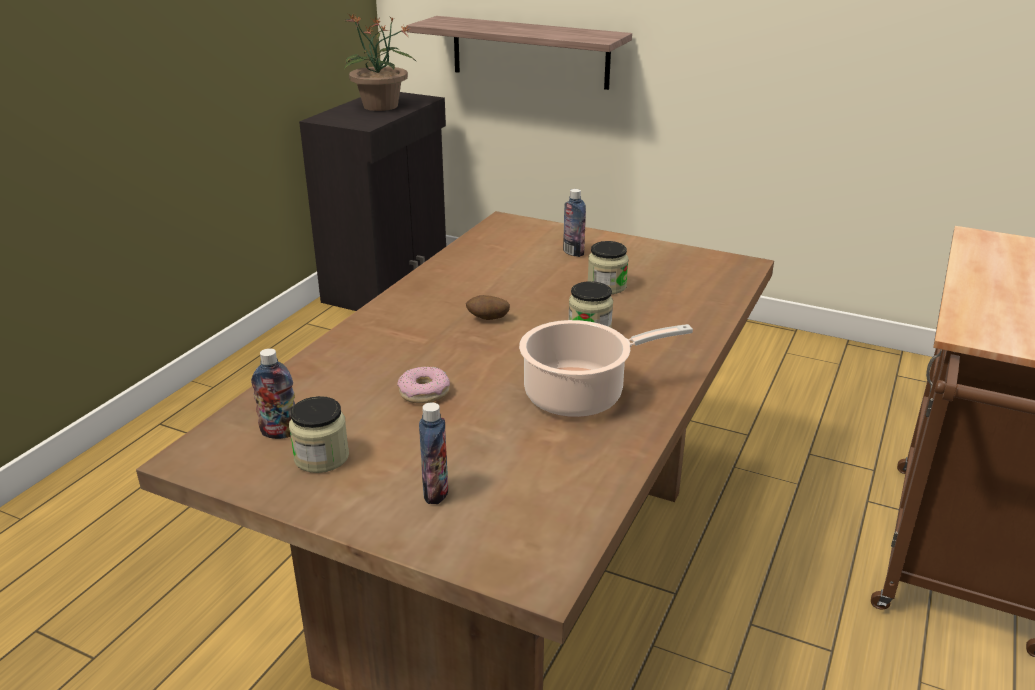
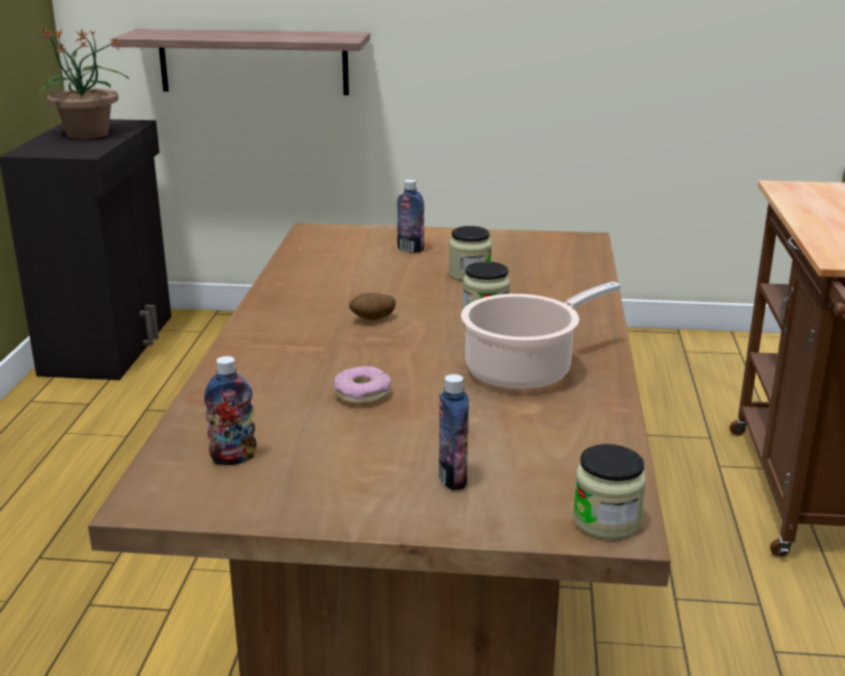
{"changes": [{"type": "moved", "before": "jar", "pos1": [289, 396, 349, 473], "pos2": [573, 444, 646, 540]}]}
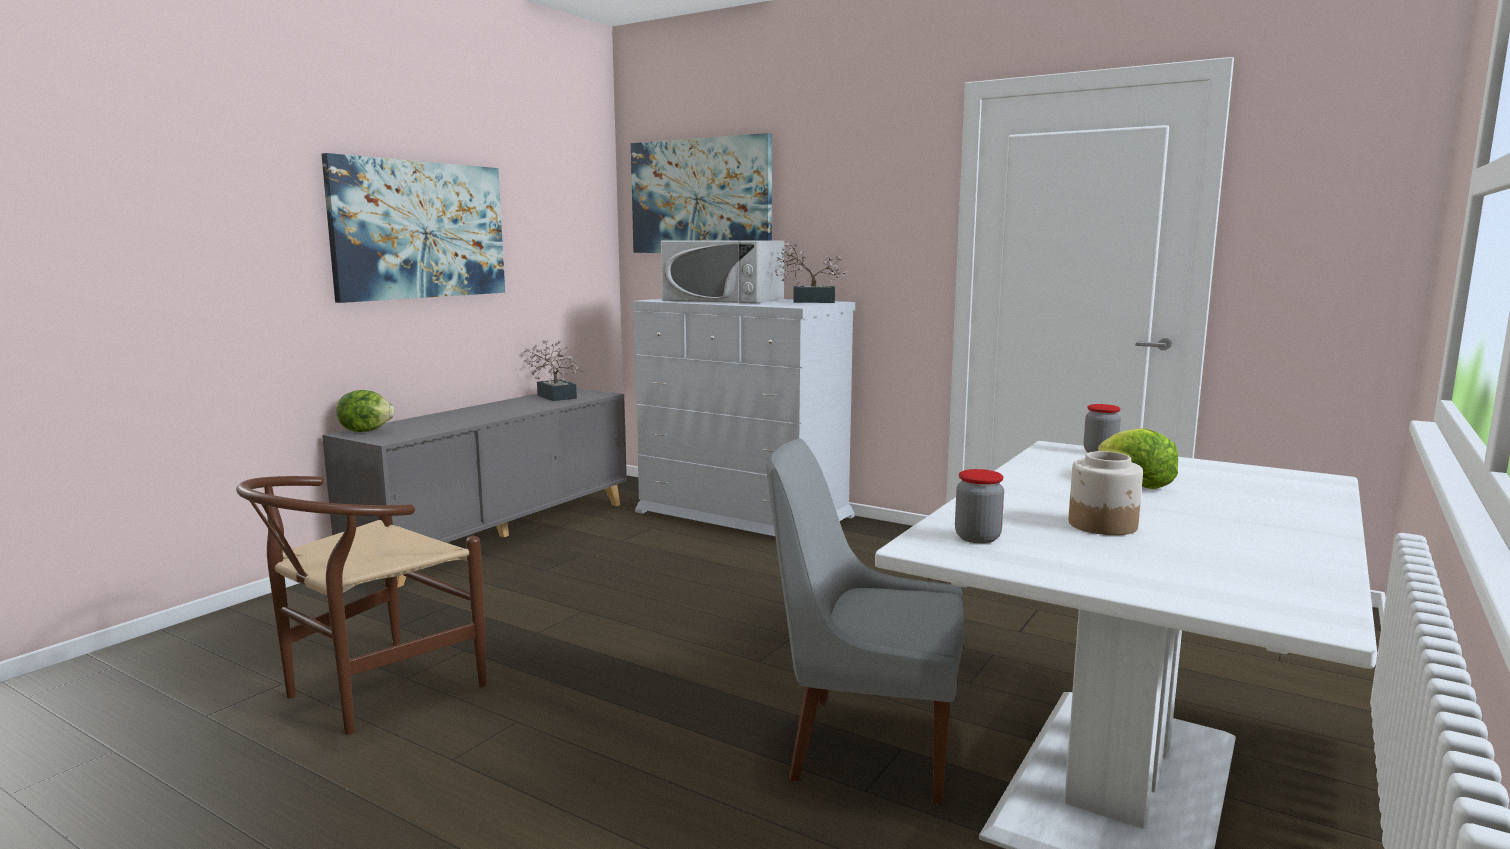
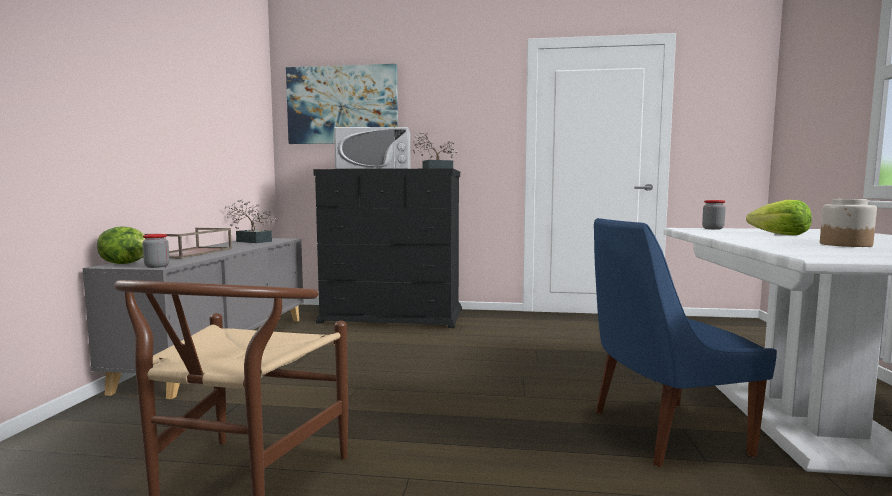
{"changes": [{"type": "removed", "before": "picture", "pos1": [321, 153, 505, 303]}, {"type": "recoloured", "before": "dresser in white", "after": "dresser in black", "pos1": [632, 299, 855, 536], "pos2": [313, 168, 462, 328]}, {"type": "recoloured", "before": "chair in grey", "after": "chair in blue", "pos1": [766, 439, 964, 805], "pos2": [594, 218, 777, 468]}, {"type": "moved", "before": "jar", "pos1": [955, 469, 1004, 544], "pos2": [142, 234, 169, 268]}, {"type": "added", "after": "tray in brown", "pos2": [145, 228, 232, 259]}]}
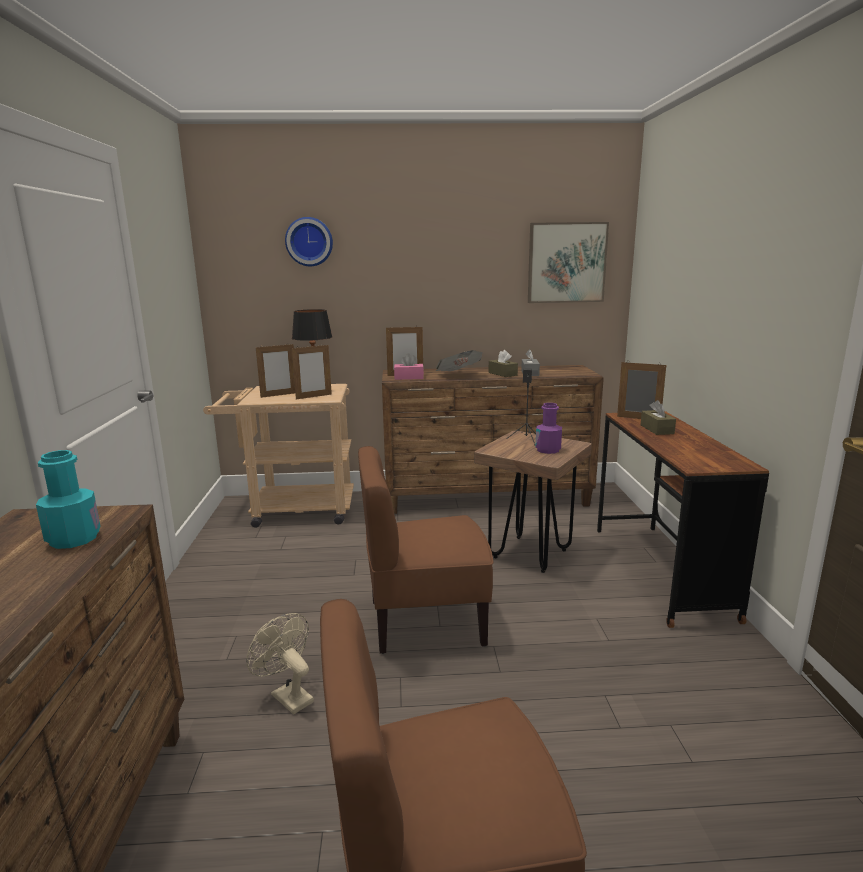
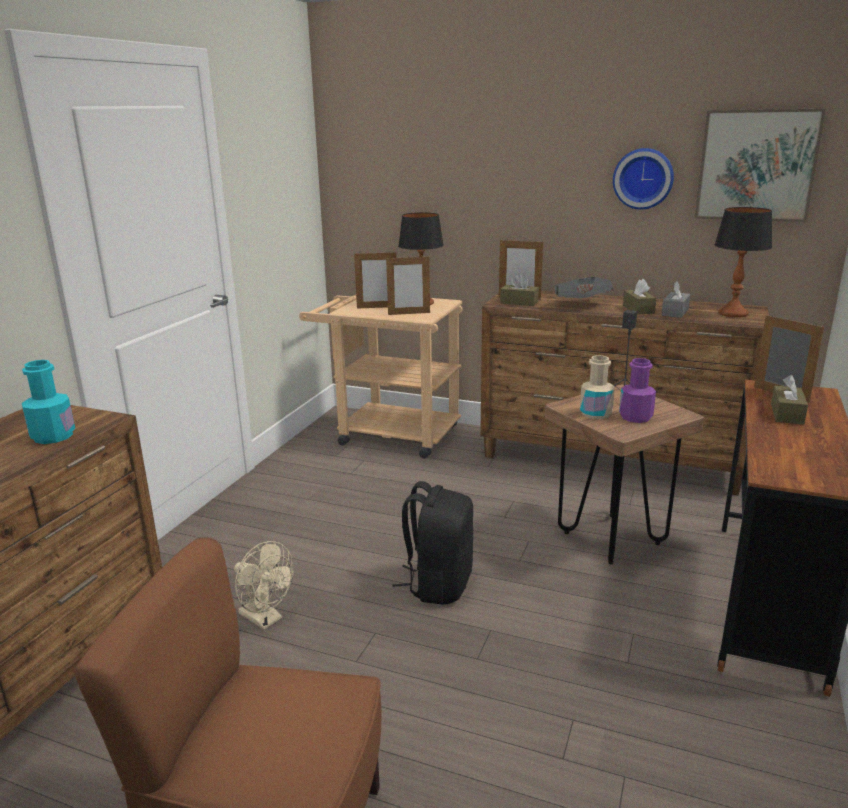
{"changes": [{"type": "moved", "before": "wall clock", "pos1": [285, 217, 333, 266], "pos2": [613, 148, 674, 210]}, {"type": "recoloured", "before": "tissue box in pink", "after": "tissue box in brown", "pos1": [394, 353, 424, 380], "pos2": [500, 273, 539, 306]}, {"type": "replaced", "before": "chair in brown", "after": "backpack in black", "pos1": [358, 446, 493, 654], "pos2": [393, 481, 474, 605]}, {"type": "turned", "before": "fan in beige", "pos1": [246, 613, 314, 714], "pos2": [234, 541, 294, 630], "turn": 150}, {"type": "added", "after": "table lamp", "pos2": [714, 207, 772, 317]}, {"type": "added", "after": "bottle in beige", "pos2": [580, 355, 615, 419]}]}
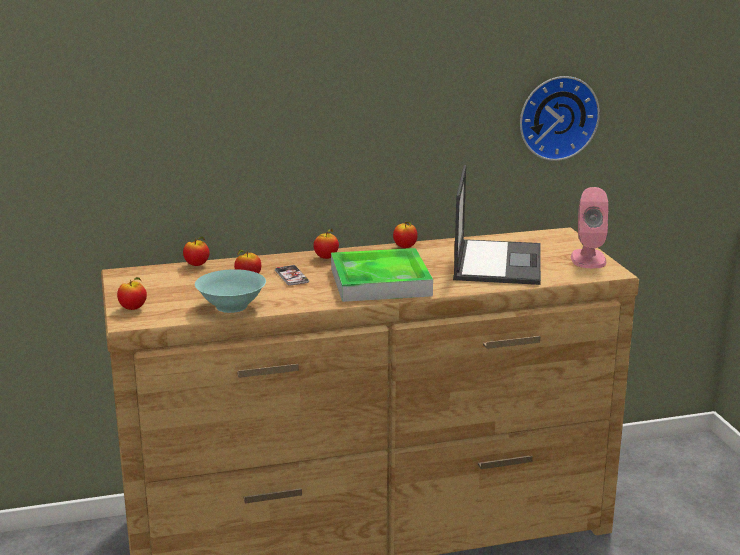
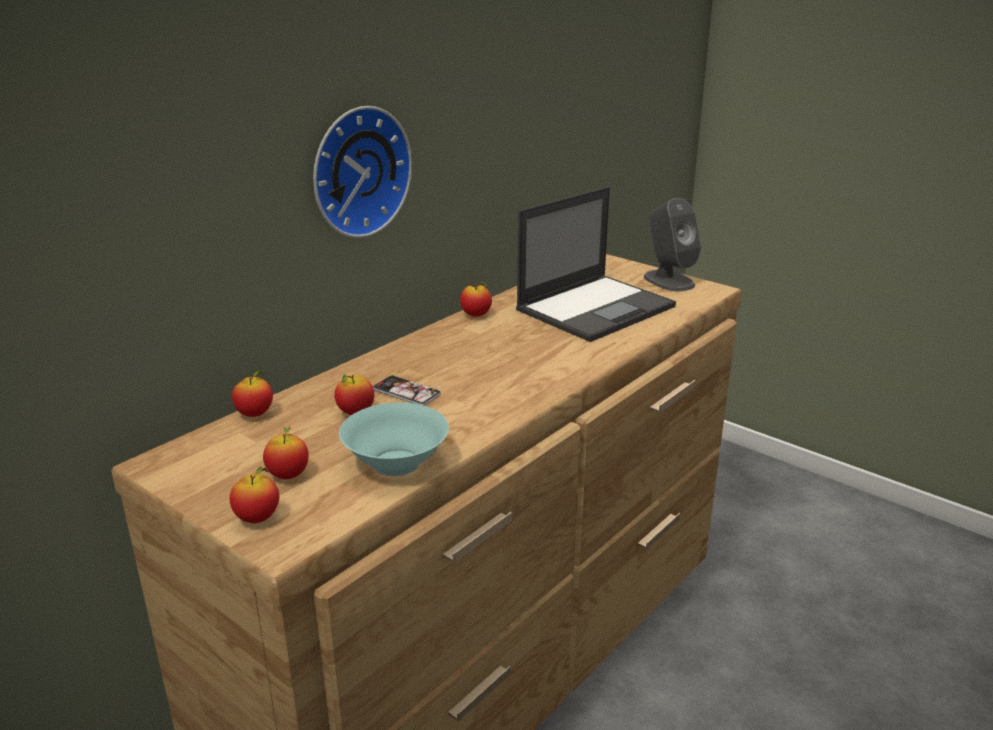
{"changes": [{"type": "moved", "before": "wall clock", "pos1": [520, 76, 600, 161], "pos2": [313, 106, 412, 238]}, {"type": "turned", "before": "laptop", "pos1": [453, 165, 541, 285], "pos2": [516, 187, 676, 342], "turn": 75}, {"type": "recoloured", "before": "speaker in pink", "after": "speaker in grey", "pos1": [571, 187, 609, 268], "pos2": [644, 198, 701, 291]}, {"type": "moved", "before": "apple", "pos1": [313, 229, 339, 259], "pos2": [263, 426, 309, 479]}, {"type": "removed", "before": "tray", "pos1": [331, 248, 433, 302]}]}
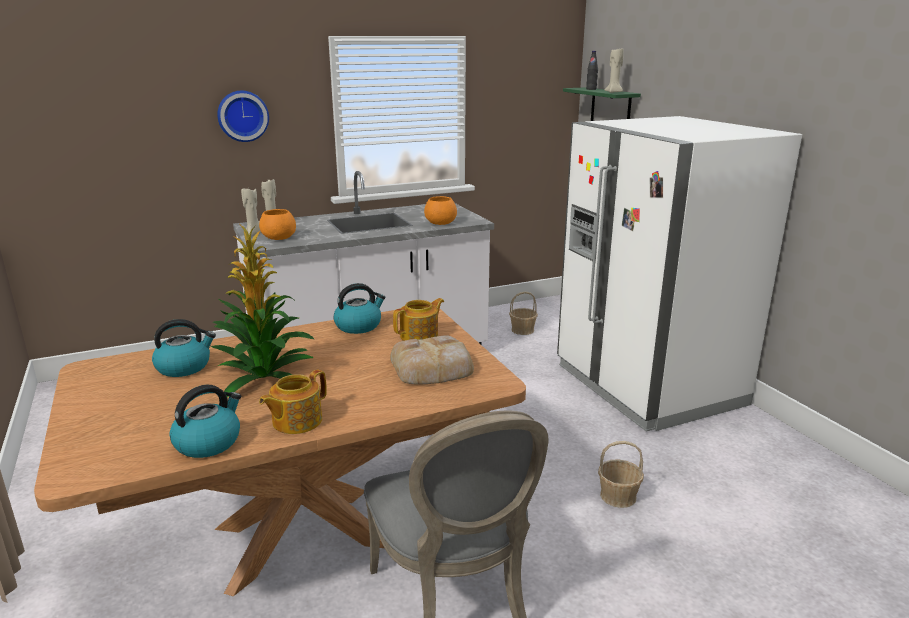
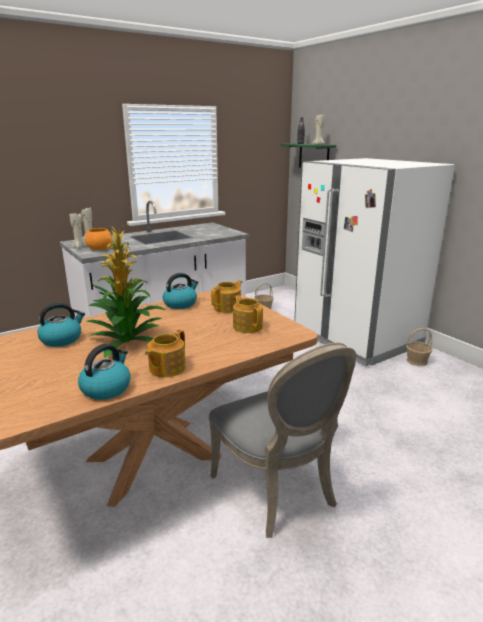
{"changes": [{"type": "removed", "before": "wall clock", "pos1": [217, 91, 269, 142]}, {"type": "removed", "before": "bowl in orange", "pos1": [424, 196, 457, 225]}, {"type": "replaced", "before": "bread", "after": "teapot", "pos1": [390, 335, 474, 384], "pos2": [233, 295, 263, 333]}, {"type": "moved", "before": "basket", "pos1": [598, 441, 644, 508], "pos2": [406, 328, 433, 366]}]}
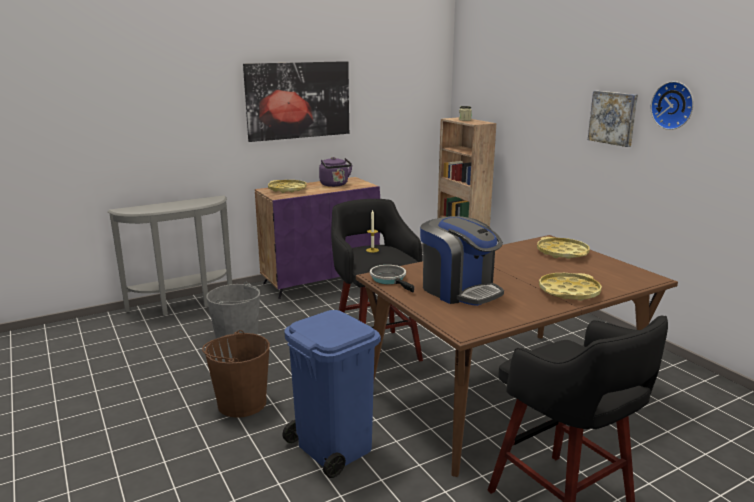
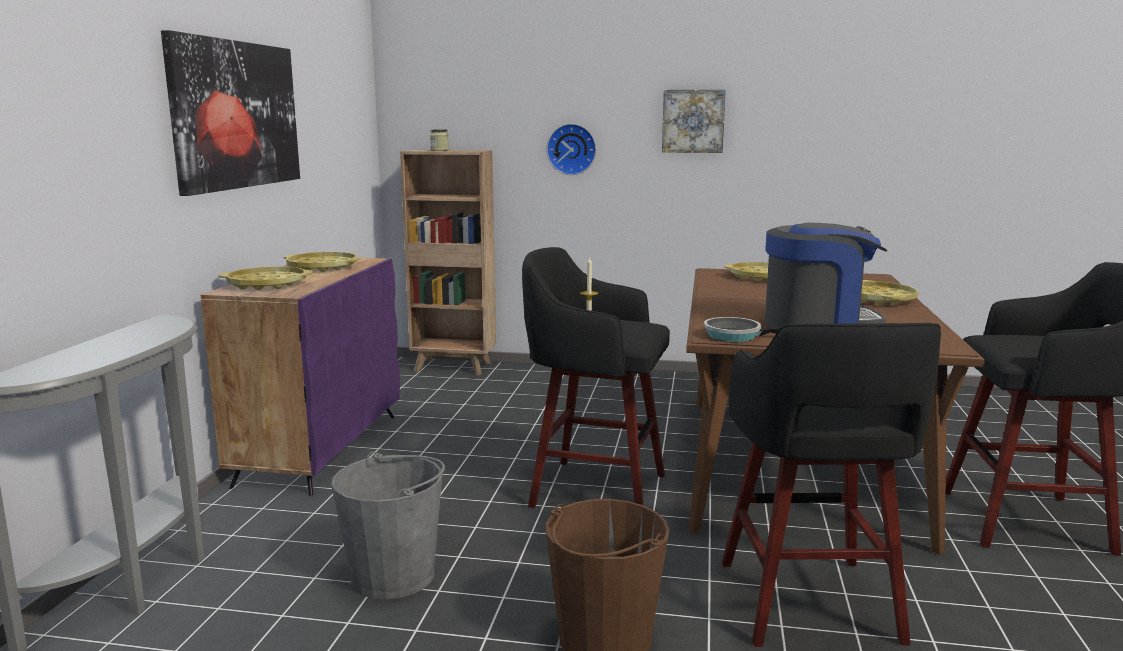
{"changes": [{"type": "moved", "before": "wall clock", "pos1": [651, 81, 694, 130], "pos2": [546, 124, 596, 175]}, {"type": "replaced", "before": "kettle in purple", "after": "tray in yellow", "pos1": [319, 157, 353, 187], "pos2": [284, 252, 360, 272]}, {"type": "replaced", "before": "trash can in blue", "after": "stool in black", "pos1": [282, 310, 381, 478], "pos2": [722, 323, 941, 647]}]}
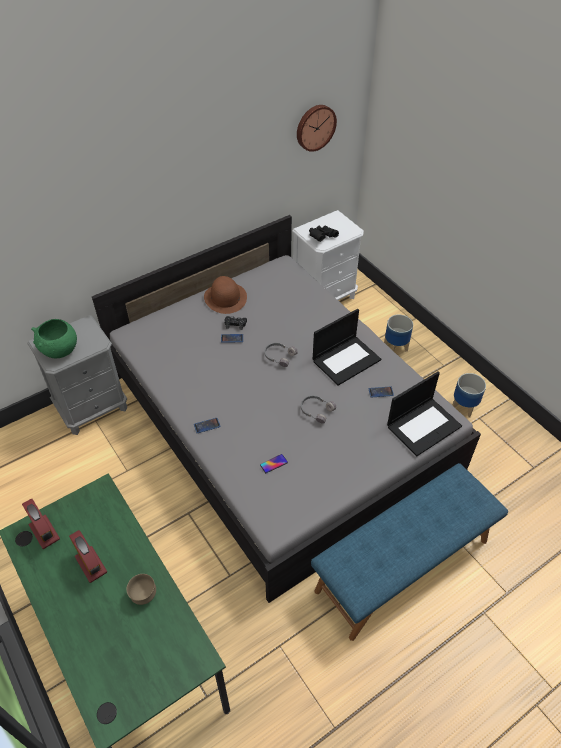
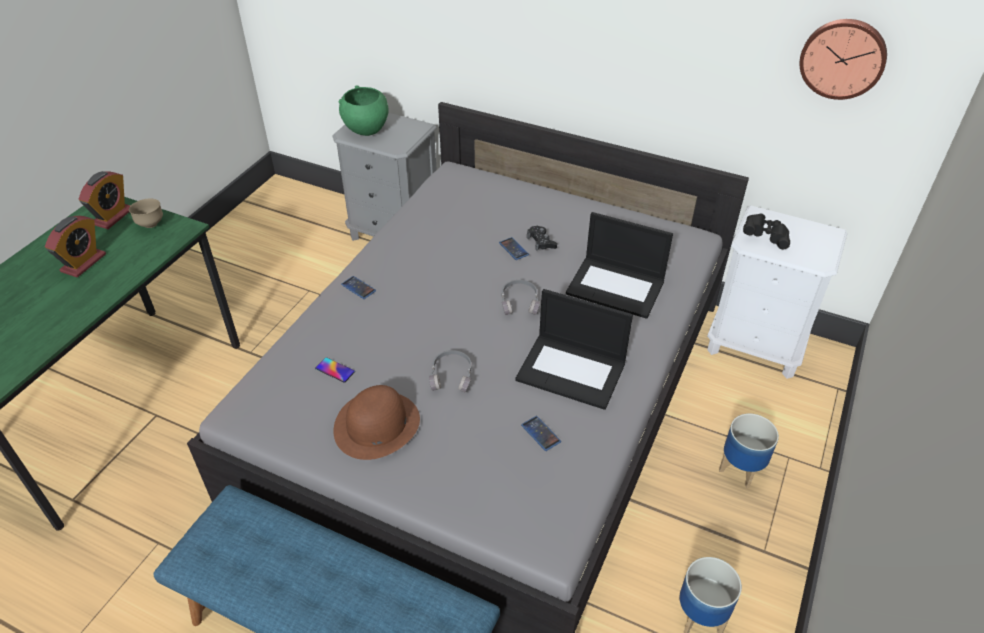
{"changes": [{"type": "moved", "before": "hat in brown", "pos1": [204, 276, 247, 314], "pos2": [333, 385, 420, 460]}, {"type": "moved", "before": "laptop", "pos1": [387, 371, 462, 456], "pos2": [566, 212, 673, 319]}, {"type": "moved", "before": "bowl in brown", "pos1": [126, 574, 156, 605], "pos2": [129, 199, 163, 228]}]}
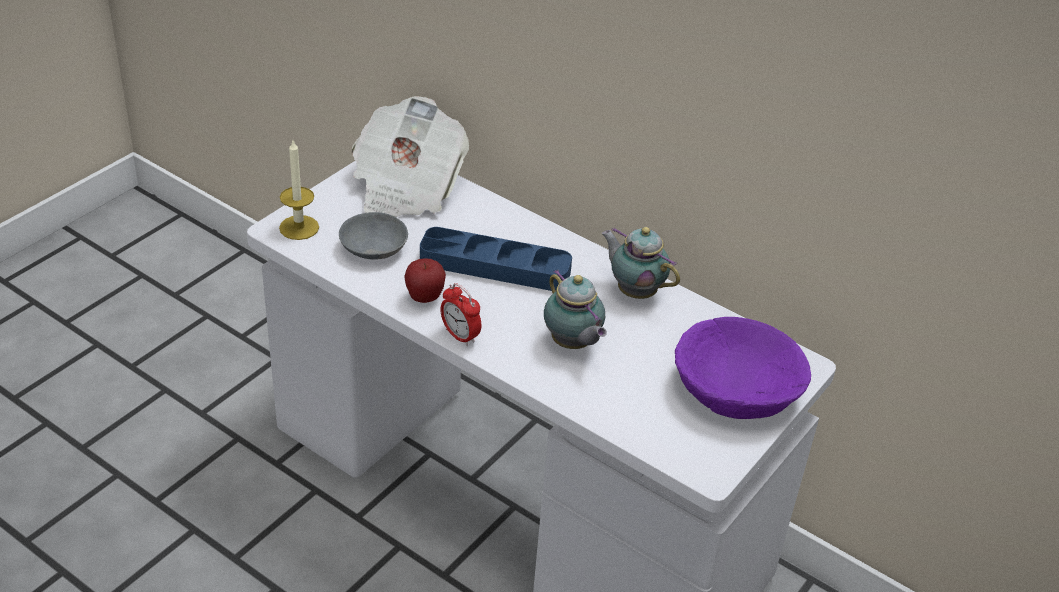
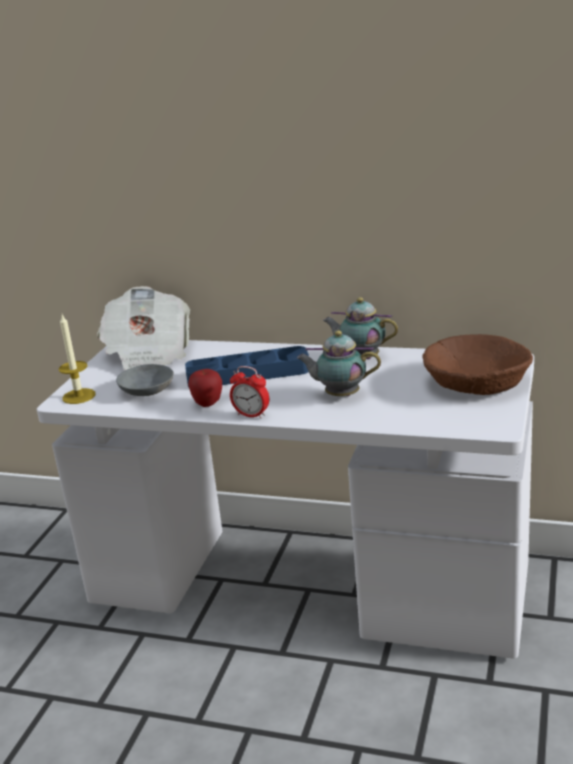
{"changes": [{"type": "turned", "before": "teapot", "pos1": [544, 270, 607, 349], "pos2": [297, 330, 381, 396], "turn": 150}, {"type": "recoloured", "before": "bowl in purple", "after": "bowl in brown", "pos1": [675, 317, 811, 419], "pos2": [423, 334, 533, 395]}]}
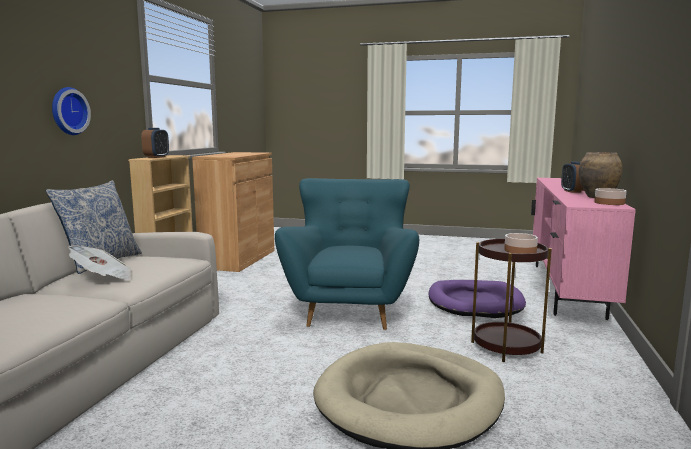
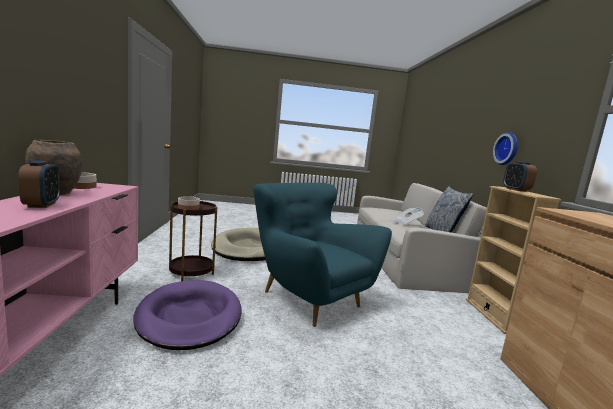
{"changes": [{"type": "turned", "before": "armchair in turquoise", "pos1": [275, 178, 419, 330], "pos2": [253, 183, 392, 327], "turn": 150}]}
